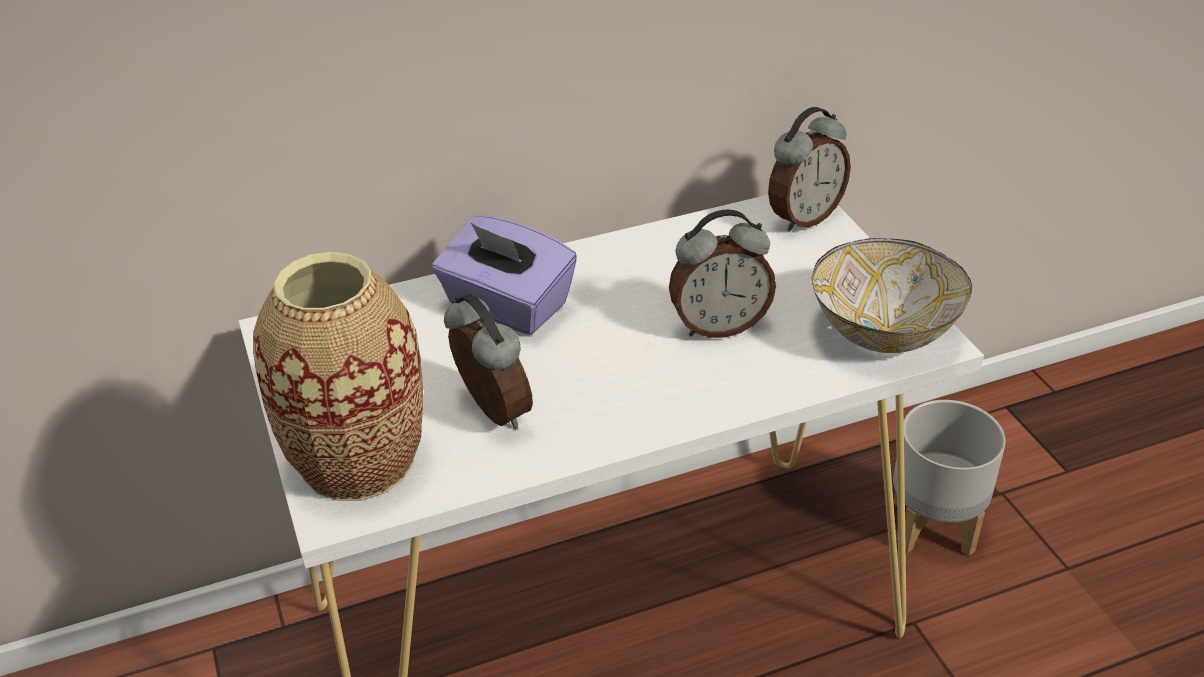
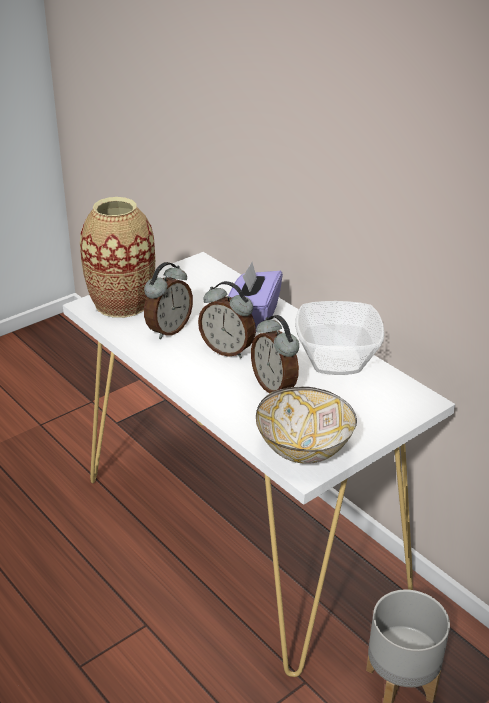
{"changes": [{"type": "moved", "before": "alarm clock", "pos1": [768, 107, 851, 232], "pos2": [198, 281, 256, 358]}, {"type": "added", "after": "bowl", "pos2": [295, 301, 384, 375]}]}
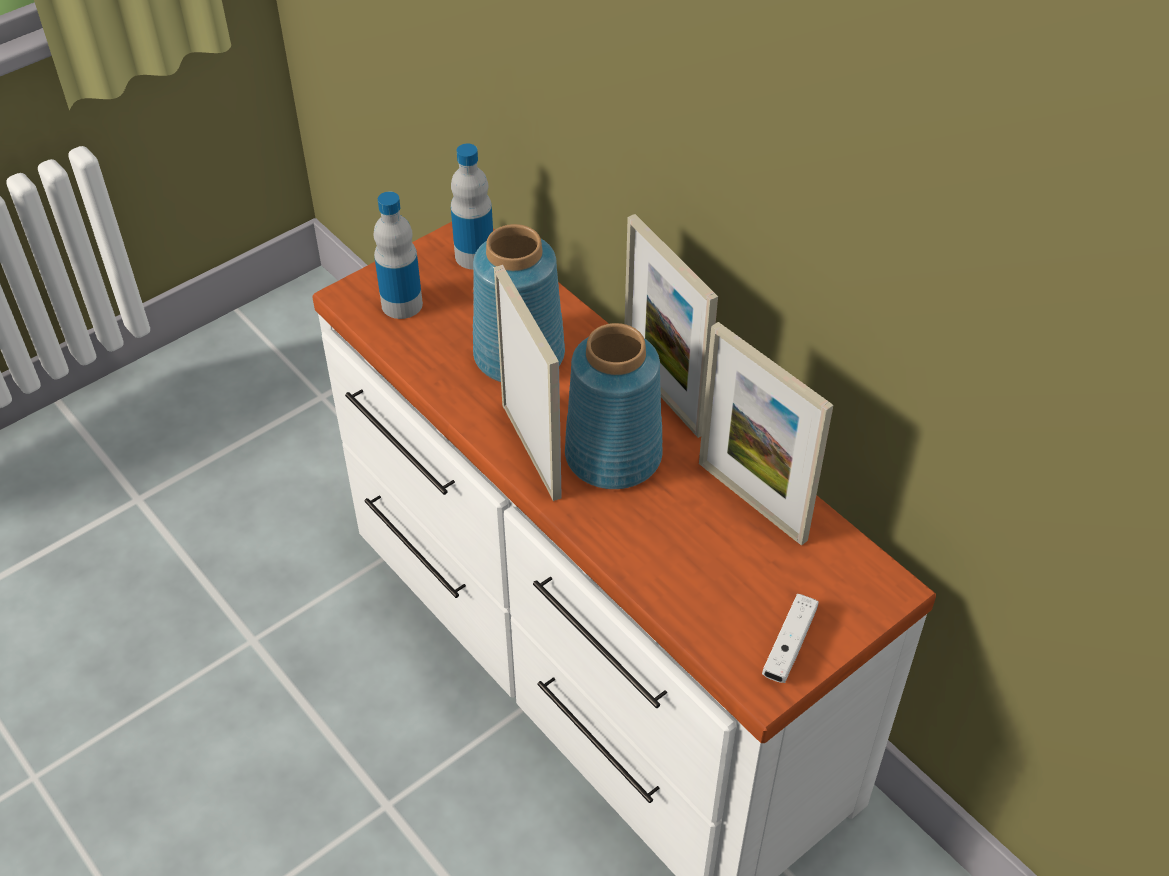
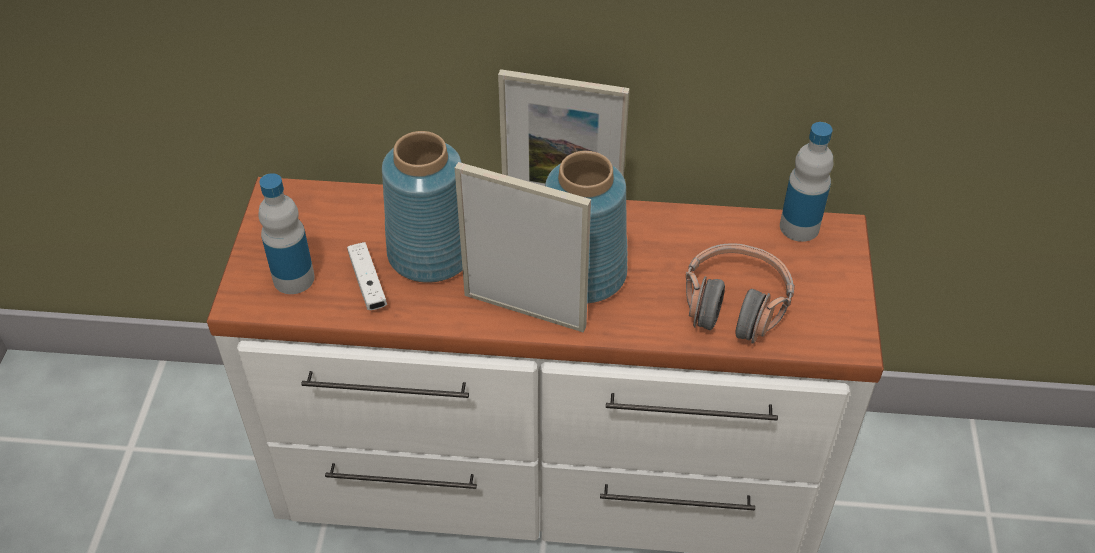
{"changes": [{"type": "moved", "before": "bottle", "pos1": [451, 144, 493, 269], "pos2": [780, 122, 833, 242]}, {"type": "removed", "before": "picture frame", "pos1": [699, 322, 833, 546]}, {"type": "moved", "before": "game controller in white", "pos1": [762, 594, 819, 683], "pos2": [347, 242, 387, 310]}, {"type": "added", "after": "headphones", "pos2": [686, 244, 794, 343]}]}
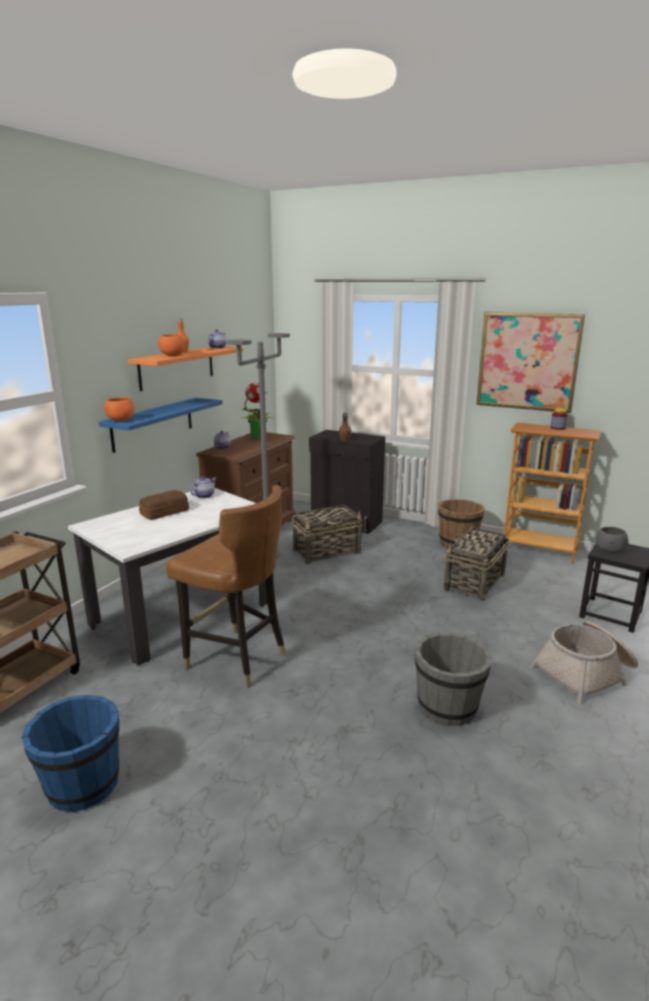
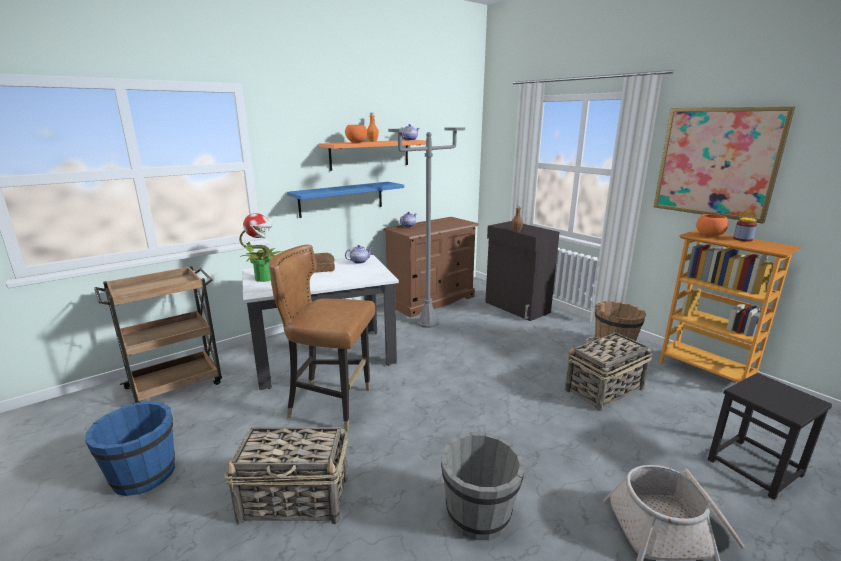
{"changes": [{"type": "moved", "before": "potted plant", "pos1": [241, 383, 274, 439], "pos2": [239, 213, 283, 282]}, {"type": "moved", "before": "bowl in orange", "pos1": [104, 397, 134, 421], "pos2": [696, 214, 728, 237]}, {"type": "turned", "before": "chair in brown", "pos1": [166, 485, 286, 688], "pos2": [269, 245, 375, 432], "turn": 135}, {"type": "moved", "before": "basket", "pos1": [292, 505, 363, 564], "pos2": [224, 427, 348, 524]}, {"type": "removed", "before": "bowl in grey", "pos1": [596, 527, 628, 553]}]}
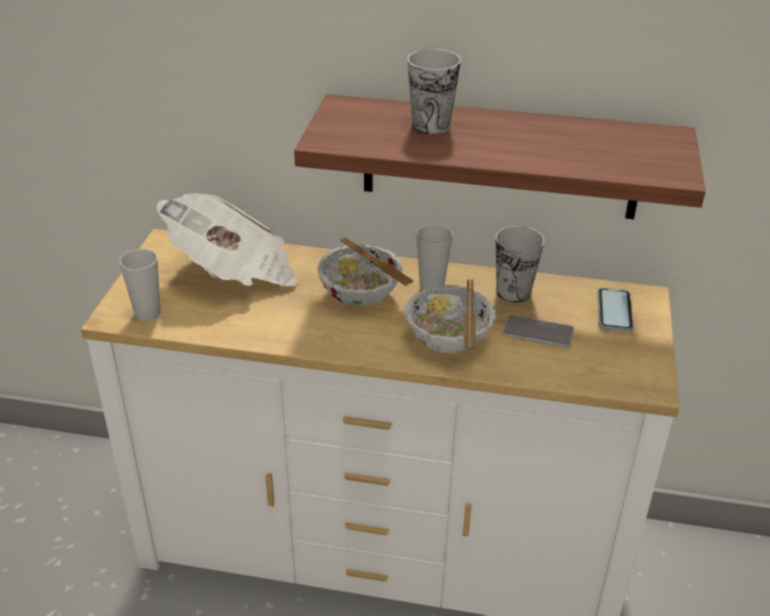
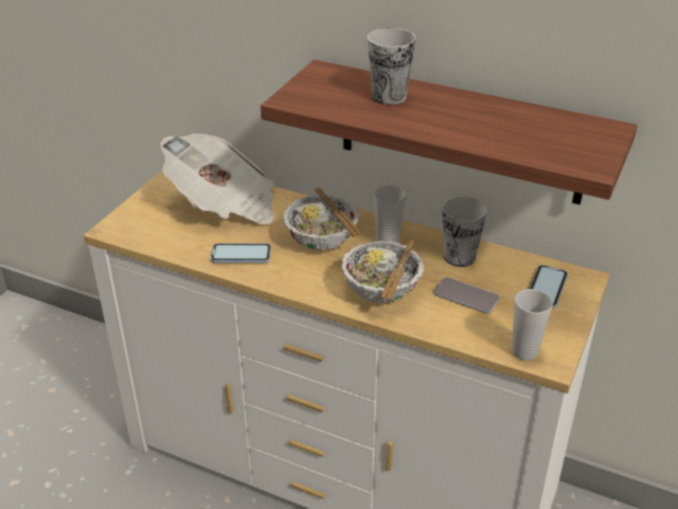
{"changes": [{"type": "moved", "before": "cup", "pos1": [119, 249, 161, 321], "pos2": [512, 289, 553, 360]}, {"type": "added", "after": "phone", "pos2": [211, 243, 271, 263]}]}
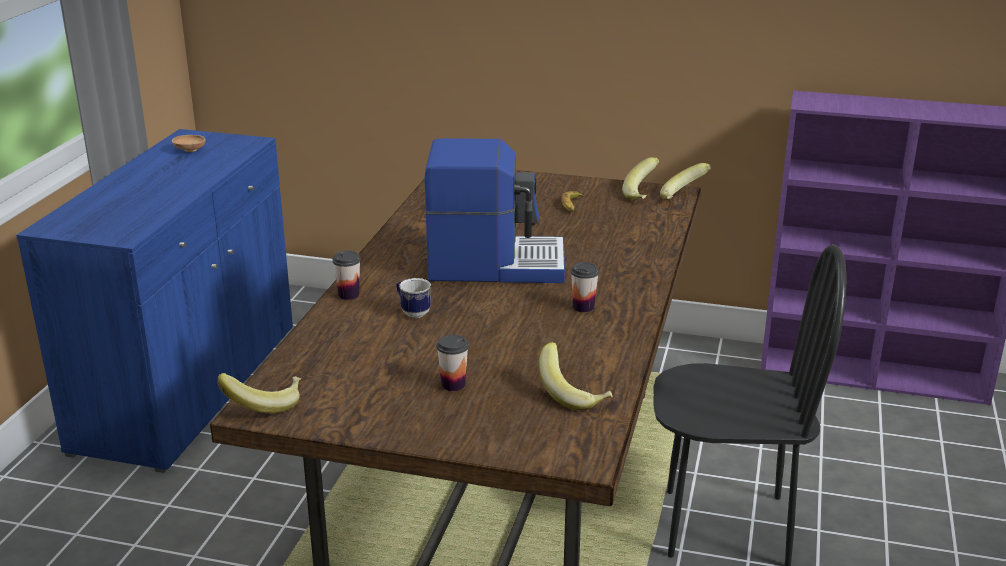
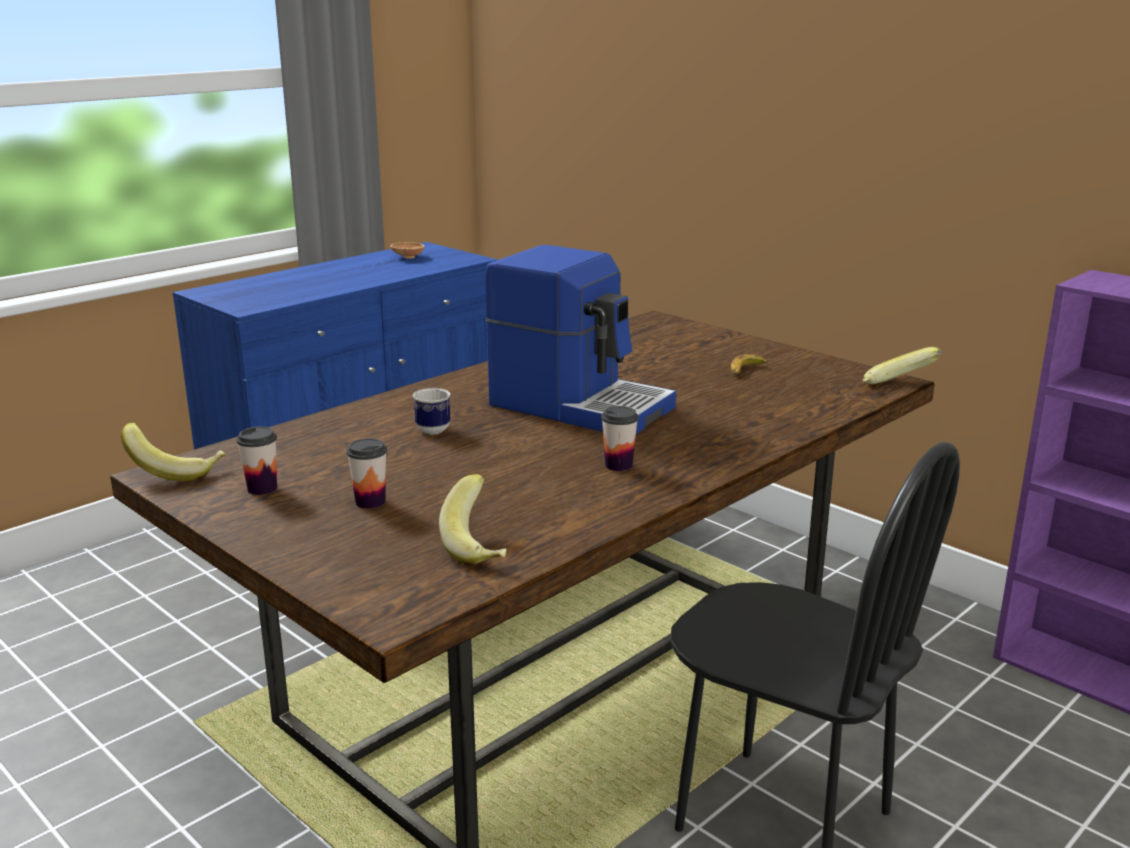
{"changes": [{"type": "removed", "before": "banana", "pos1": [622, 157, 659, 200]}, {"type": "moved", "before": "cup", "pos1": [332, 251, 361, 300], "pos2": [237, 427, 277, 495]}]}
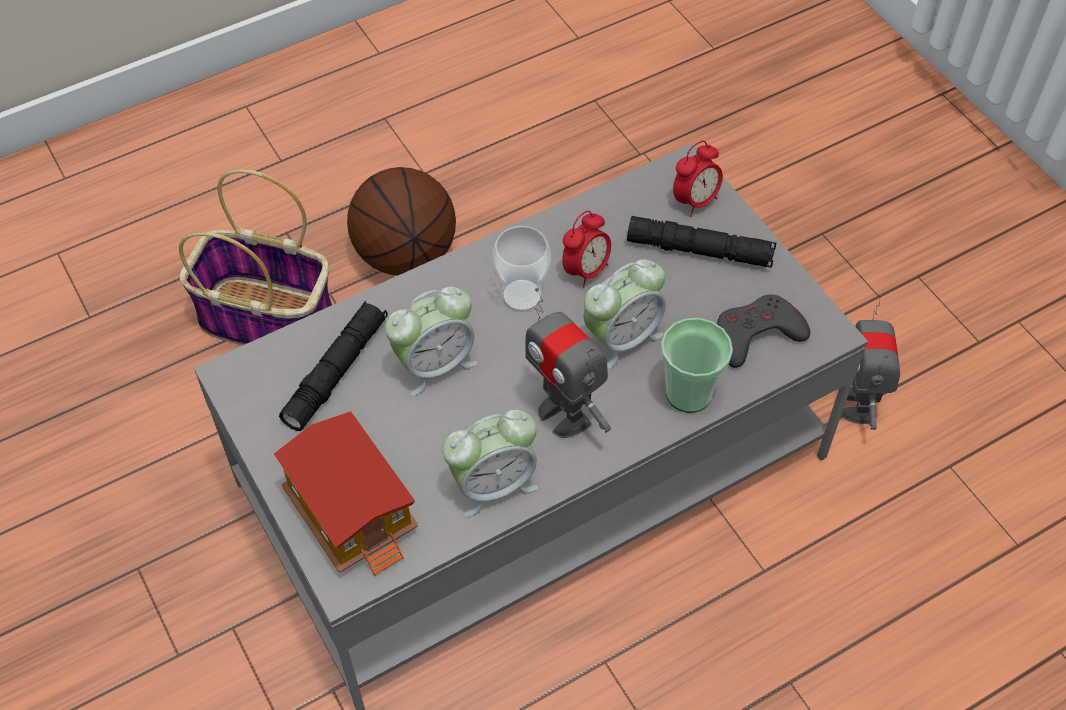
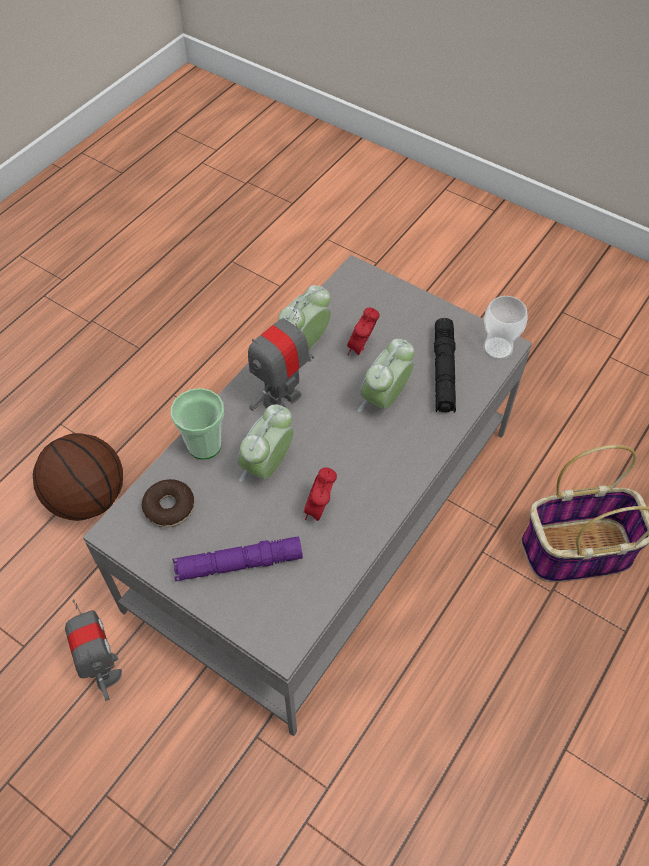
{"changes": [{"type": "moved", "before": "alarm clock", "pos1": [673, 141, 723, 217], "pos2": [347, 307, 380, 355]}, {"type": "moved", "before": "basketball", "pos1": [347, 167, 456, 276], "pos2": [33, 433, 123, 521]}, {"type": "recoloured", "before": "flashlight in black", "after": "flashlight in purple", "pos1": [627, 216, 777, 268], "pos2": [172, 537, 303, 581]}, {"type": "moved", "before": "cup", "pos1": [492, 226, 551, 312], "pos2": [483, 296, 528, 360]}, {"type": "turned", "before": "toy robot", "pos1": [525, 288, 611, 438], "pos2": [248, 301, 314, 411], "turn": -75}, {"type": "replaced", "before": "game controller in grey", "after": "donut", "pos1": [717, 294, 810, 368], "pos2": [142, 479, 195, 528]}, {"type": "removed", "before": "toy house", "pos1": [274, 411, 418, 576]}]}
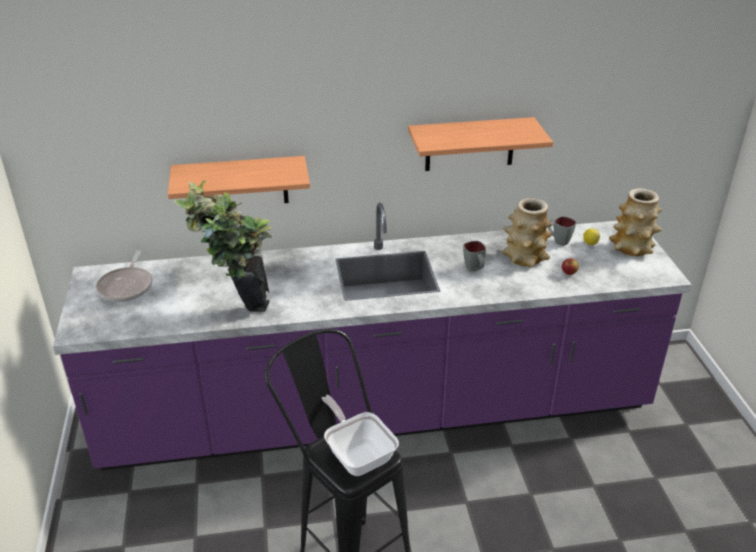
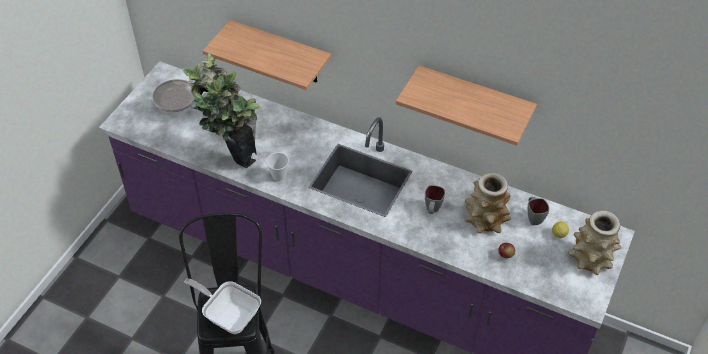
{"changes": [{"type": "turned", "before": "frying pan", "pos1": [322, 395, 399, 476], "pos2": [184, 278, 261, 334], "turn": -60}, {"type": "added", "after": "cup", "pos2": [266, 152, 289, 181]}]}
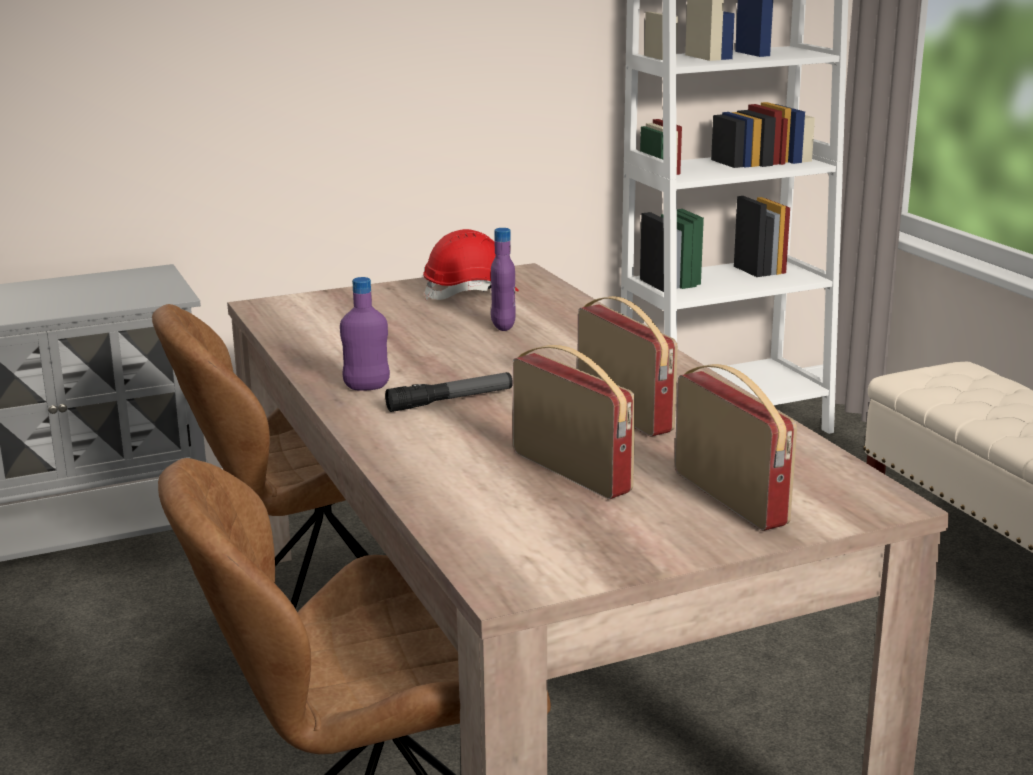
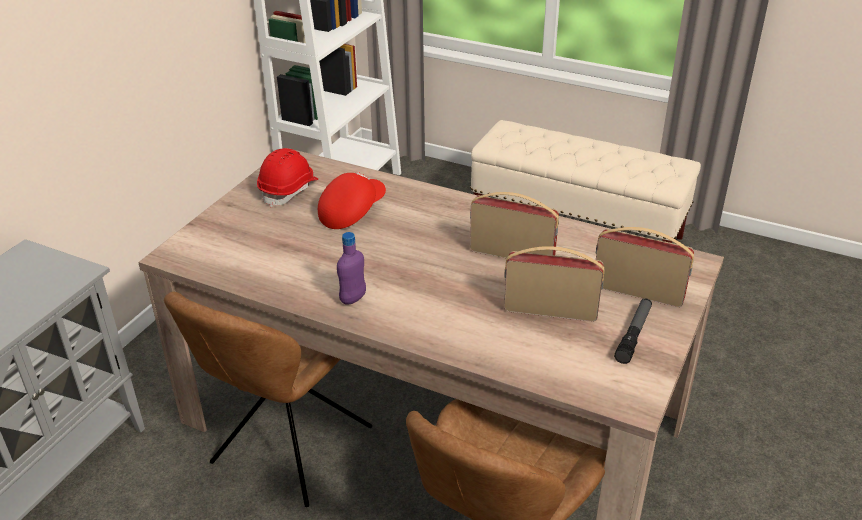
{"changes": [{"type": "replaced", "before": "bottle in purple", "after": "cap in red", "pos1": [491, 228, 516, 331], "pos2": [318, 172, 386, 229]}, {"type": "moved", "before": "flashlight", "pos1": [385, 372, 512, 412], "pos2": [614, 298, 652, 364]}]}
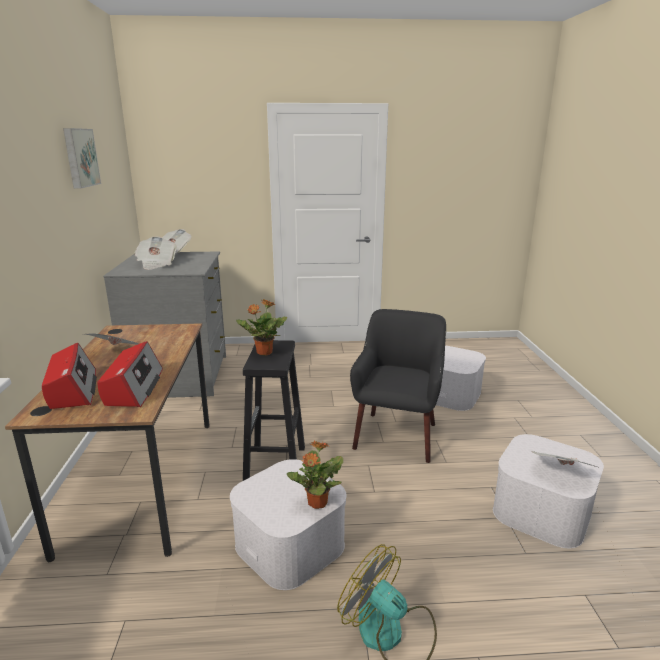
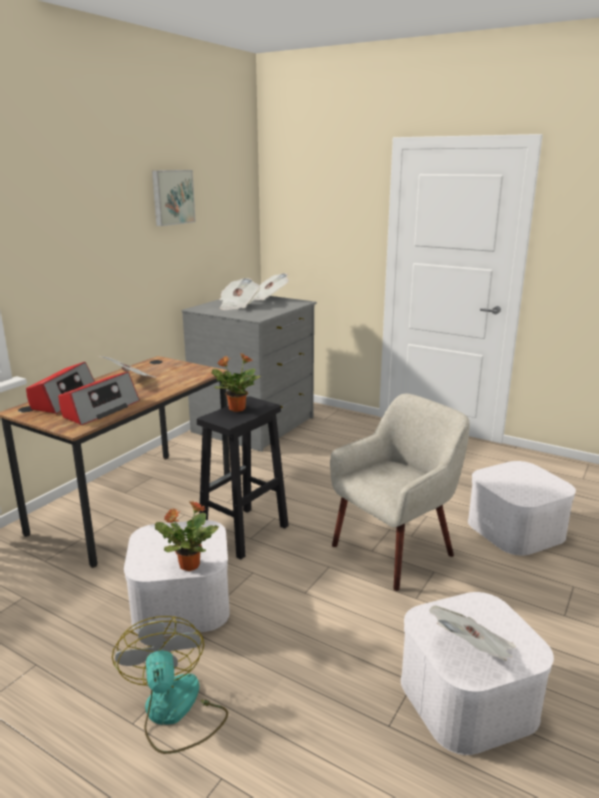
{"changes": [{"type": "recoloured", "before": "armchair in black", "after": "armchair in beige", "pos1": [350, 309, 446, 463], "pos2": [330, 394, 470, 591]}]}
